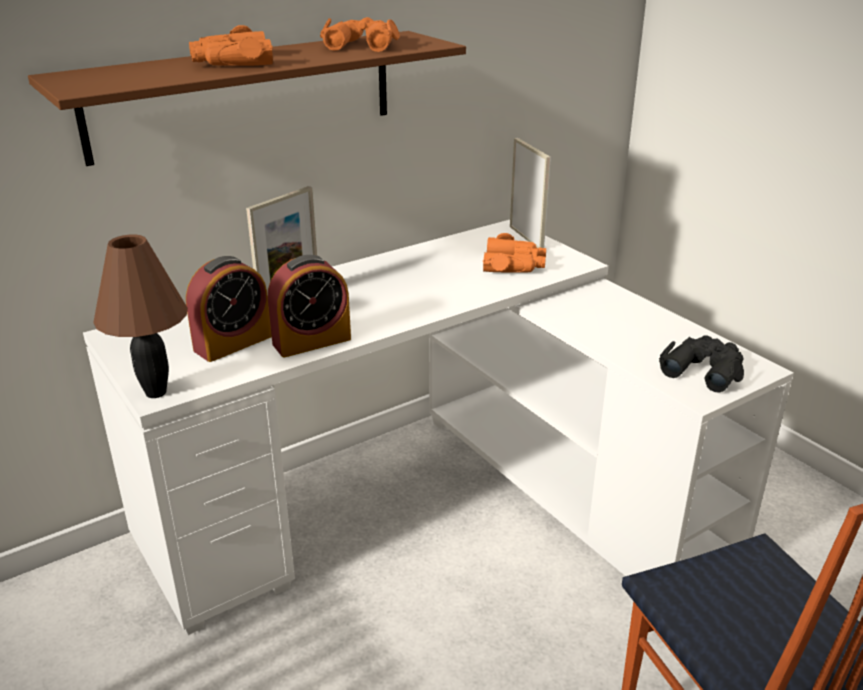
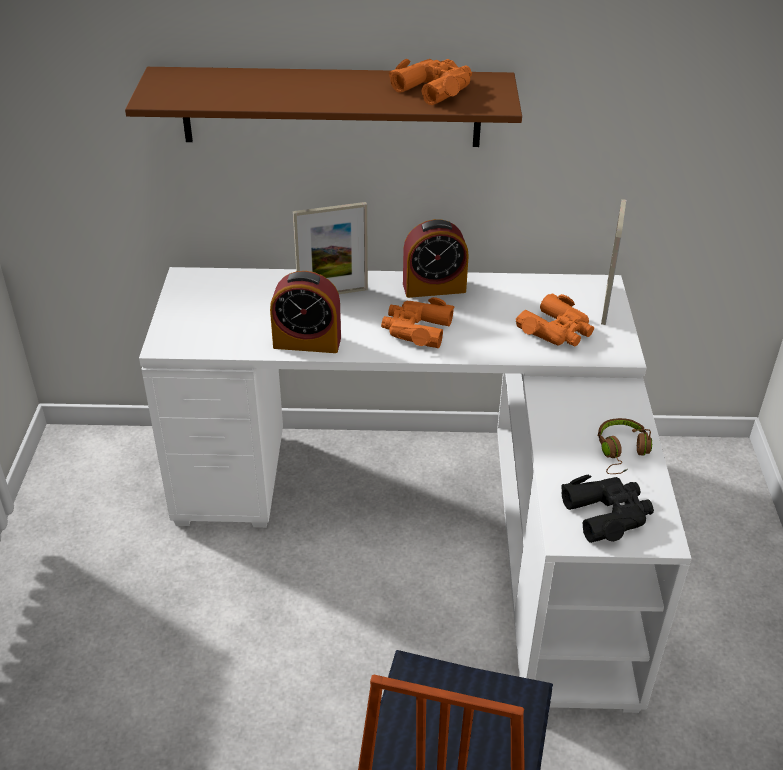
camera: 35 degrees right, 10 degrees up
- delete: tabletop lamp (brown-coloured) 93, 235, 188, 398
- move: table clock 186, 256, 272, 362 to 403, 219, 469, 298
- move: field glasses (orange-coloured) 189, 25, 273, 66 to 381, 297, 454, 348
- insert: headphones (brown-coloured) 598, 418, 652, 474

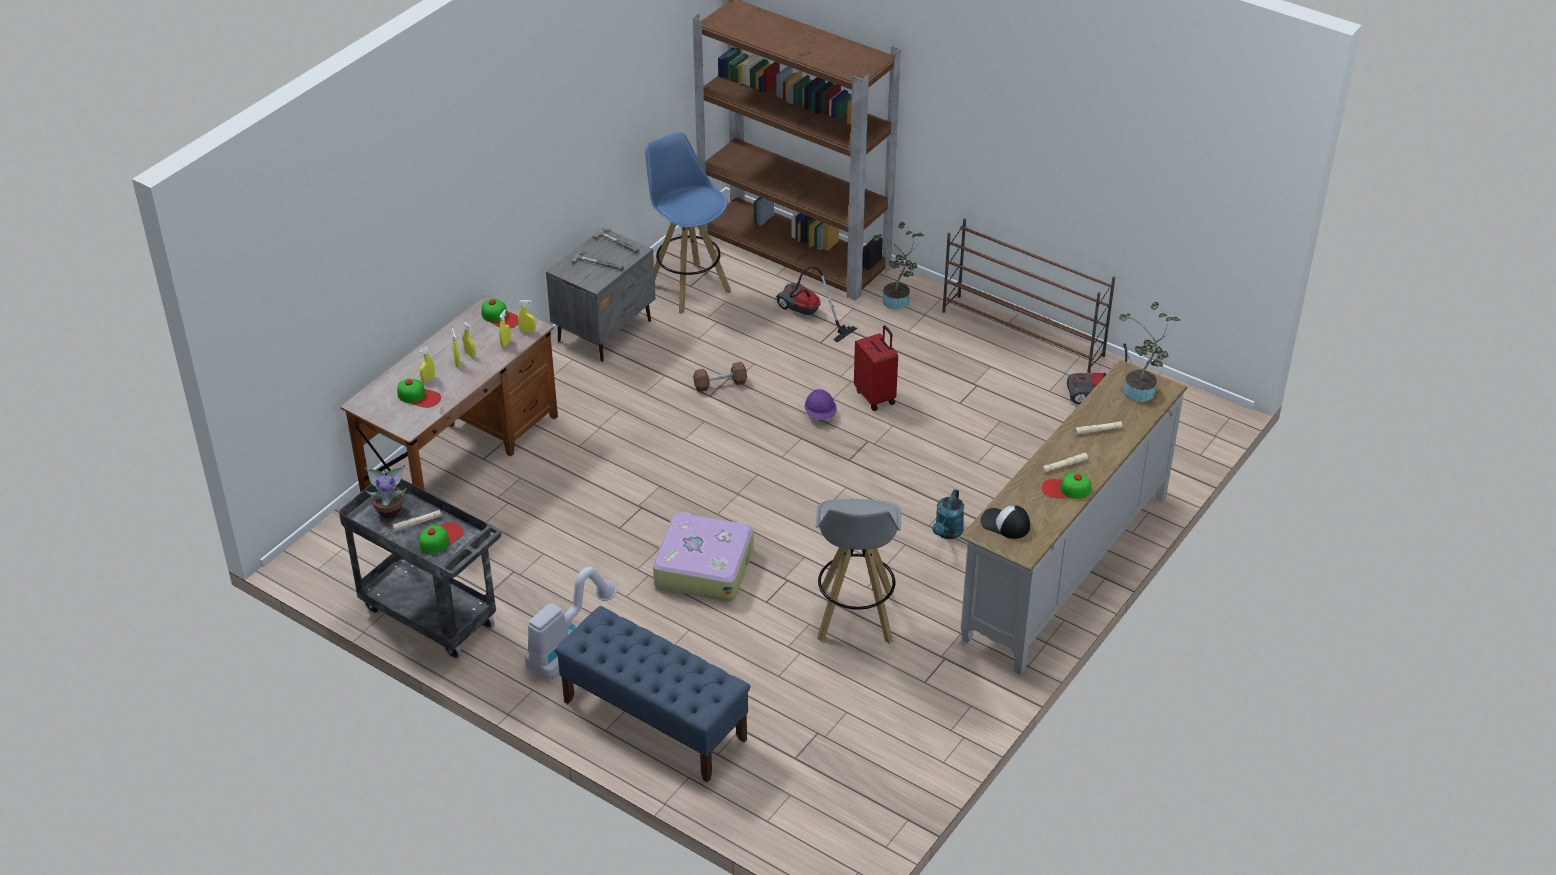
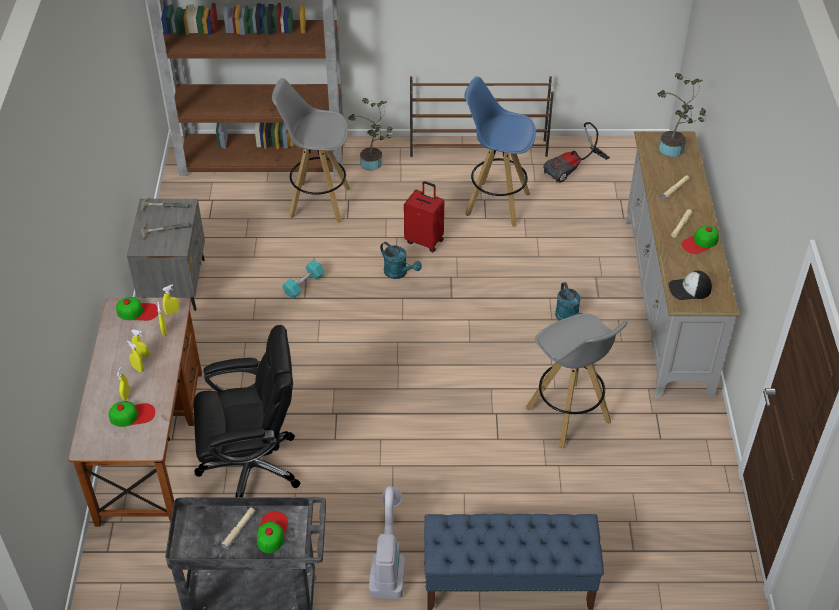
camera: 35 degrees left, 5 degrees up
- delete: potted plant 365, 465, 407, 519
- move: sitting stool (bluish) 645, 132, 731, 314 to 464, 76, 536, 227
- delete: suitcase 653, 512, 753, 601
- recolor: hand weight (brown-coloured) 693, 362, 747, 392 to hand weight (turquoise) 282, 260, 325, 299
- replace: vacuum cleaner 776, 266, 857, 342 to sitting stool (greyish) 272, 78, 350, 223
- replace: hard hat (purplish) 805, 389, 837, 420 to sprinkling can (turquoise) 380, 242, 422, 279
- insert: desk chair (black-coloured) 194, 325, 301, 497

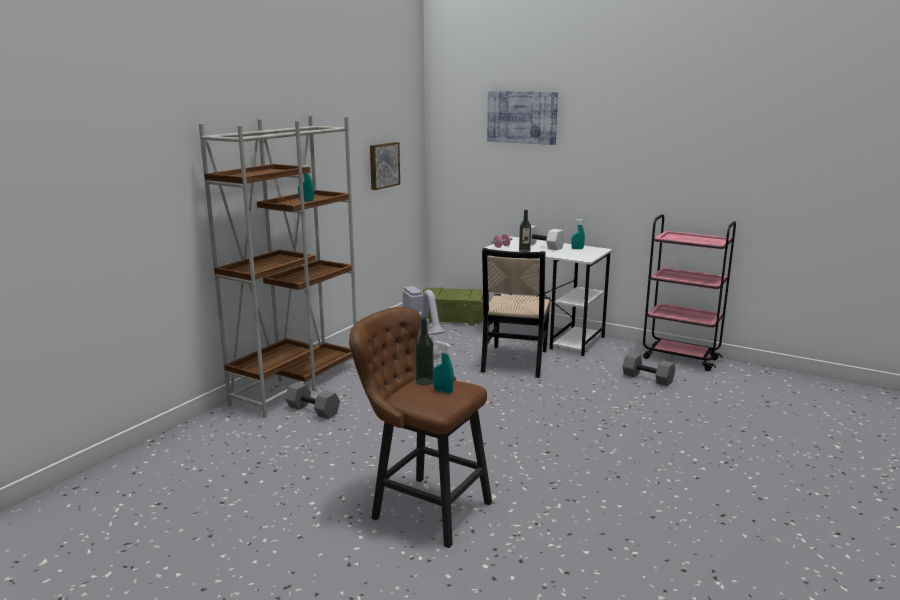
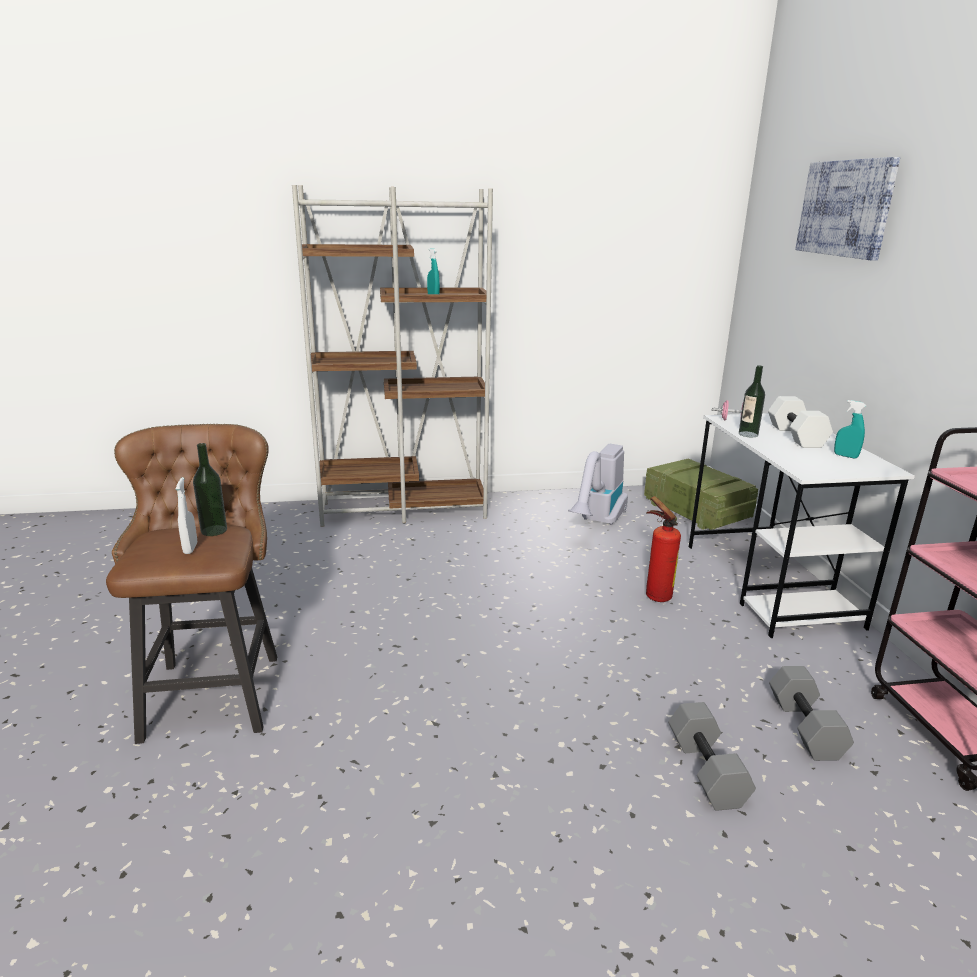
camera: 50 degrees right, 5 degrees up
- move: hand weight (greyish) 285, 382, 340, 419 to 668, 702, 756, 811
- delete: wall art 370, 142, 400, 190
- recolor: sprayer (turquoise) 433, 341, 454, 393 to sprayer (whitish) 176, 477, 197, 554
- replace: chair 481, 248, 550, 378 to fire extinguisher 646, 496, 681, 602

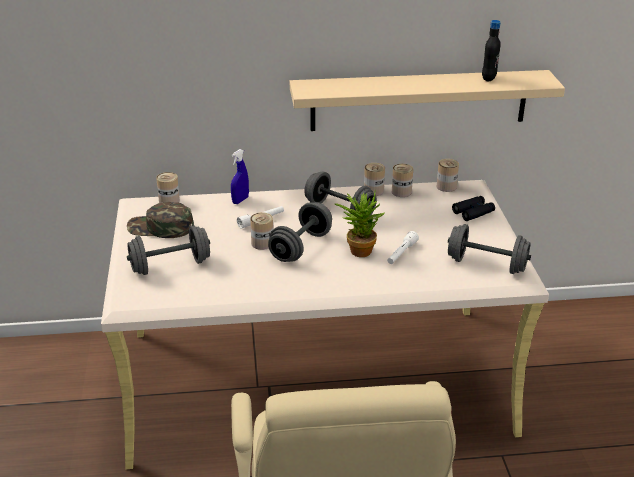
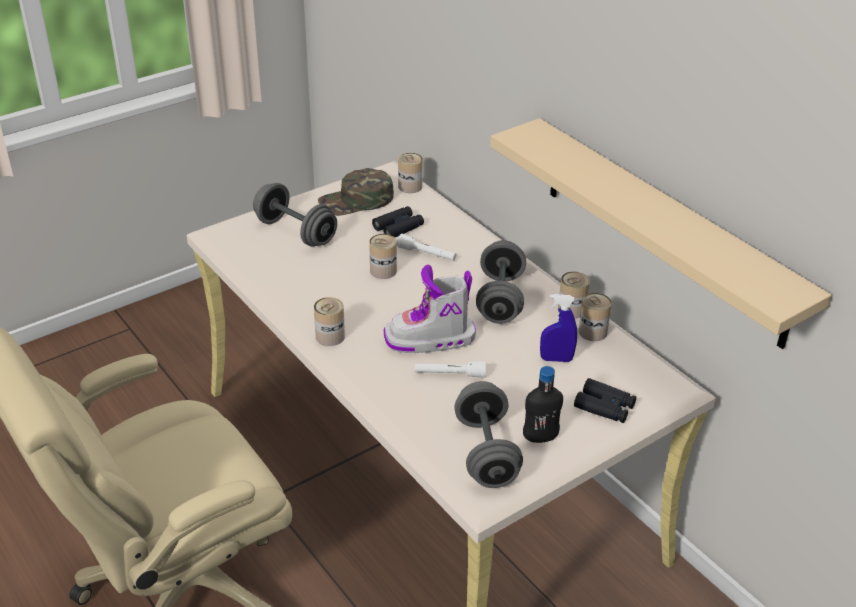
camera: 60 degrees right, 5 degrees up
- rotate: cap (greenish) 127, 202, 194, 238 = 318, 168, 394, 216 90 degrees counterclockwise
- move: sprayer (bluish) 231, 149, 249, 204 to 540, 294, 577, 362
- delete: hand weight (greyish) 268, 202, 332, 262
- replace: potted plant 335, 189, 385, 257 to high-top boot 384, 265, 476, 353
- move: can 437, 159, 459, 192 to 314, 297, 345, 346
- move: beverage bottle (black-coloured) 482, 20, 501, 82 to 523, 366, 563, 443
- insert: field glasses (black-coloured) 372, 206, 424, 237

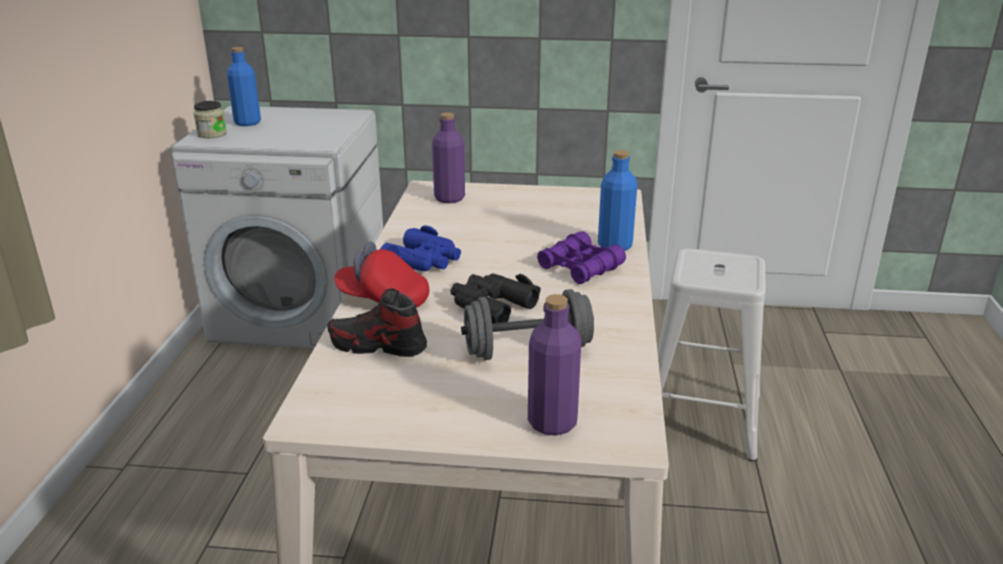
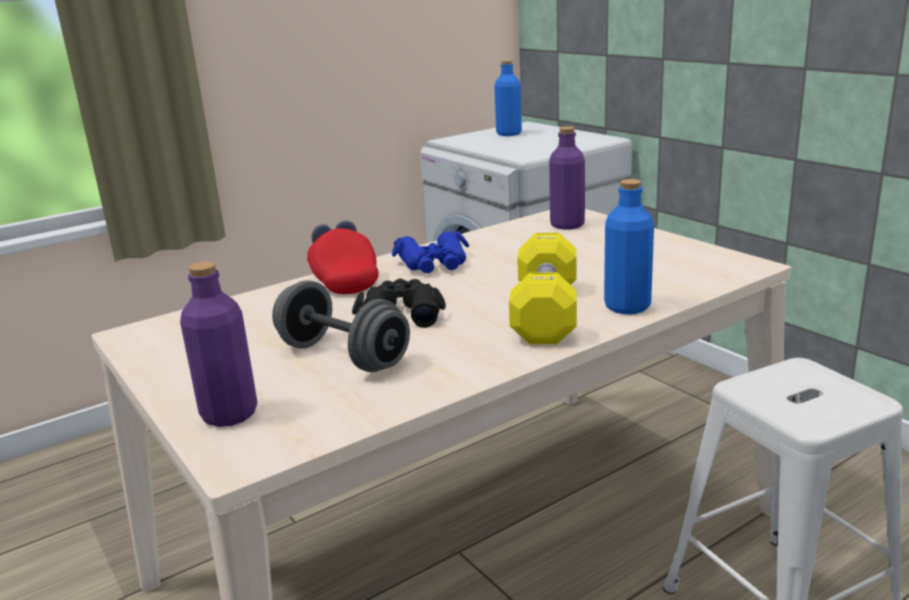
camera: 50 degrees right, 5 degrees down
- delete: preserve jar 193, 101, 227, 138
- delete: low shoe 327, 288, 427, 357
- replace: field glasses (purplish) 537, 231, 626, 284 to hand weight (yellow-coloured) 509, 233, 577, 344

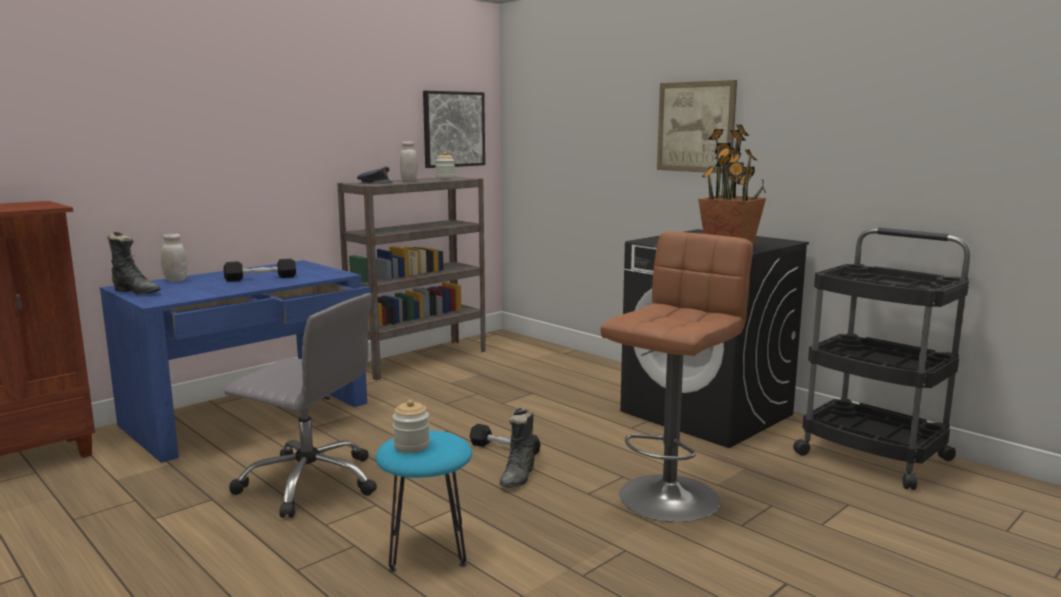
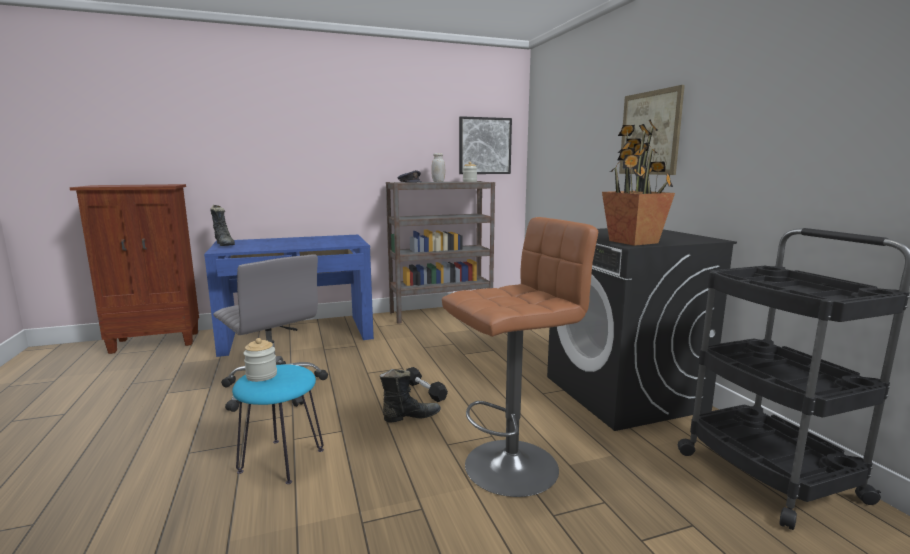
camera: 25 degrees right, 0 degrees up
- delete: preserve jar (whitish) 161, 233, 187, 282
- delete: hand weight (black-coloured) 223, 259, 296, 281
- rotate: high-top boot (black-coloured) 499, 407, 535, 488 = 380, 369, 441, 422 150 degrees counterclockwise

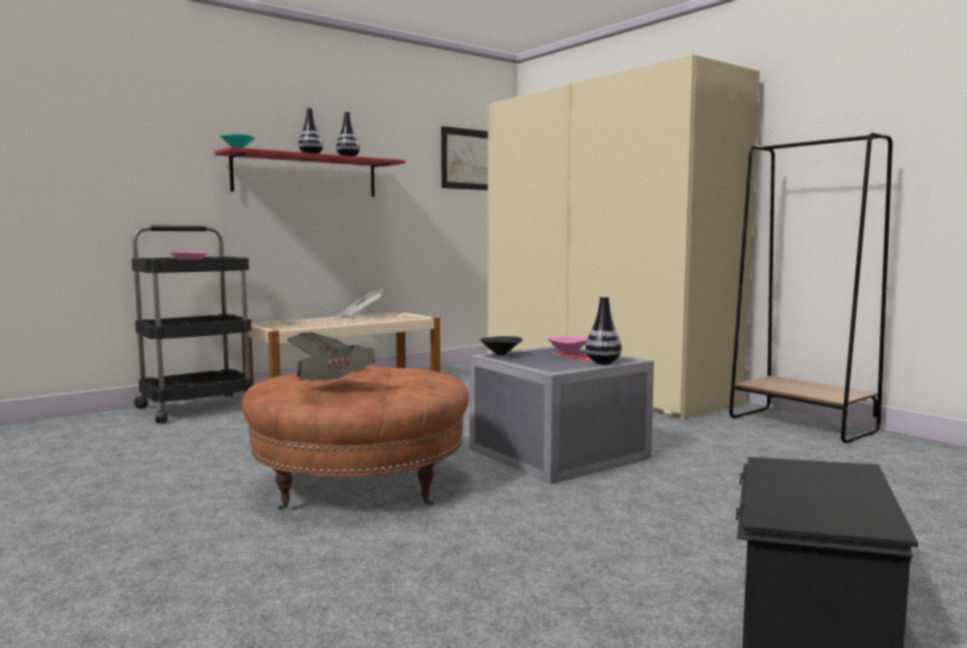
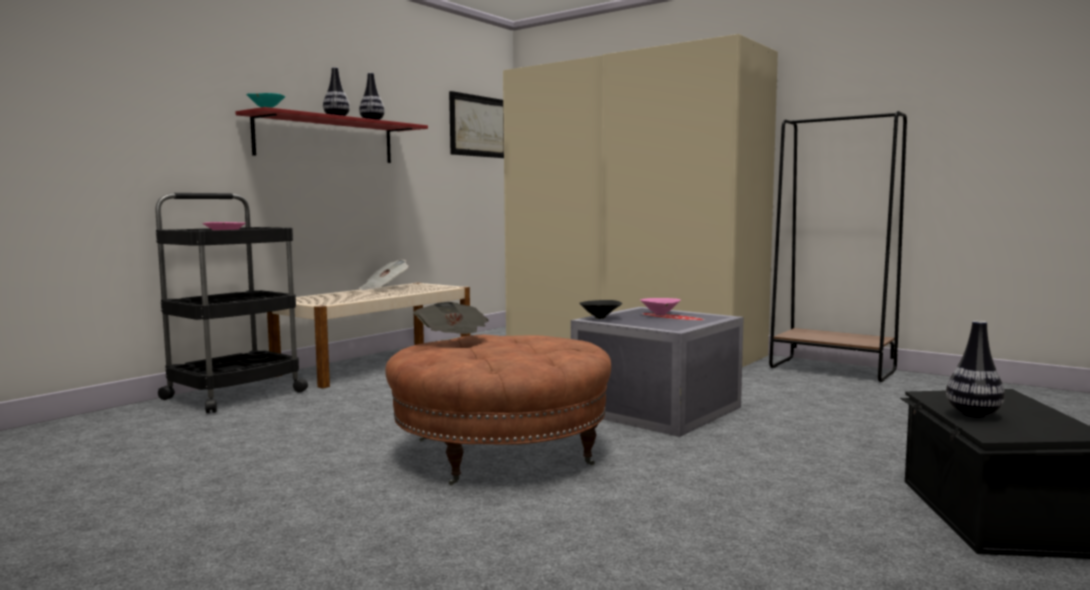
camera: 15 degrees left, 0 degrees up
- delete: newspaper 296, 345, 375, 381
- move: decorative vase 585, 296, 622, 364 to 946, 321, 1005, 417

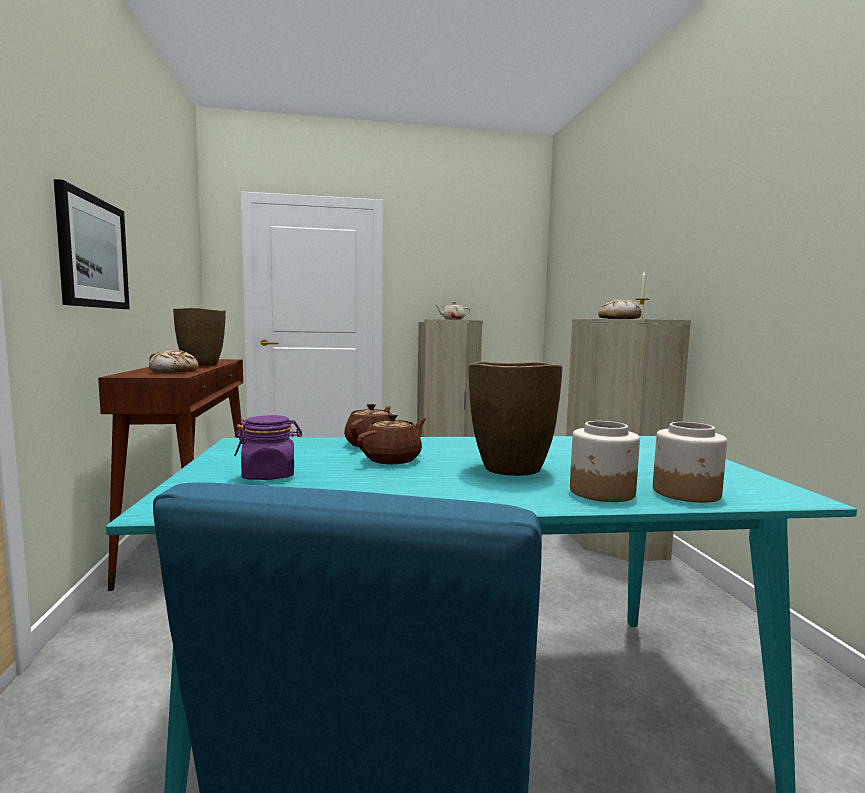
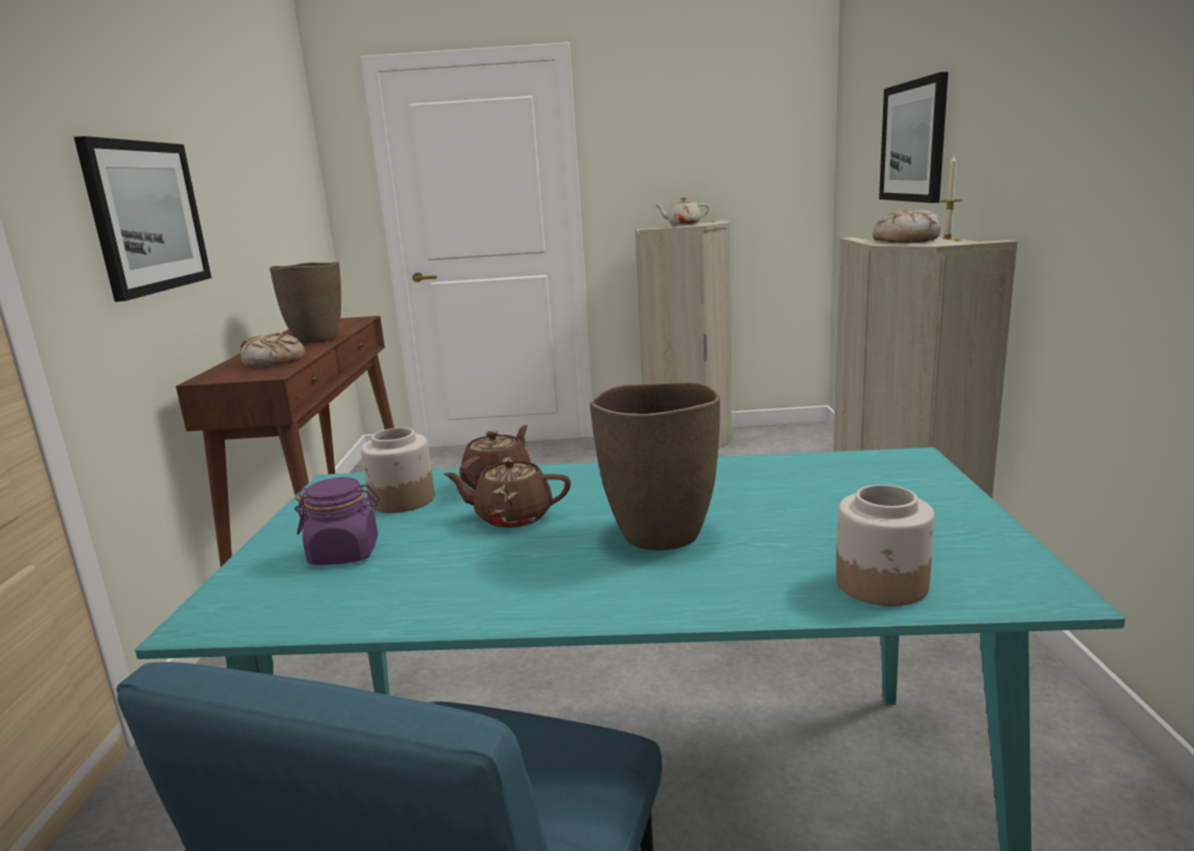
camera: 10 degrees right, 10 degrees up
- rotate: pot for tea (brown-coloured) 357, 414, 427, 464 = 443, 457, 571, 528 135 degrees counterclockwise
- move: preserve jar 570, 421, 640, 502 to 361, 428, 435, 513
- insert: wall art 879, 72, 948, 203

